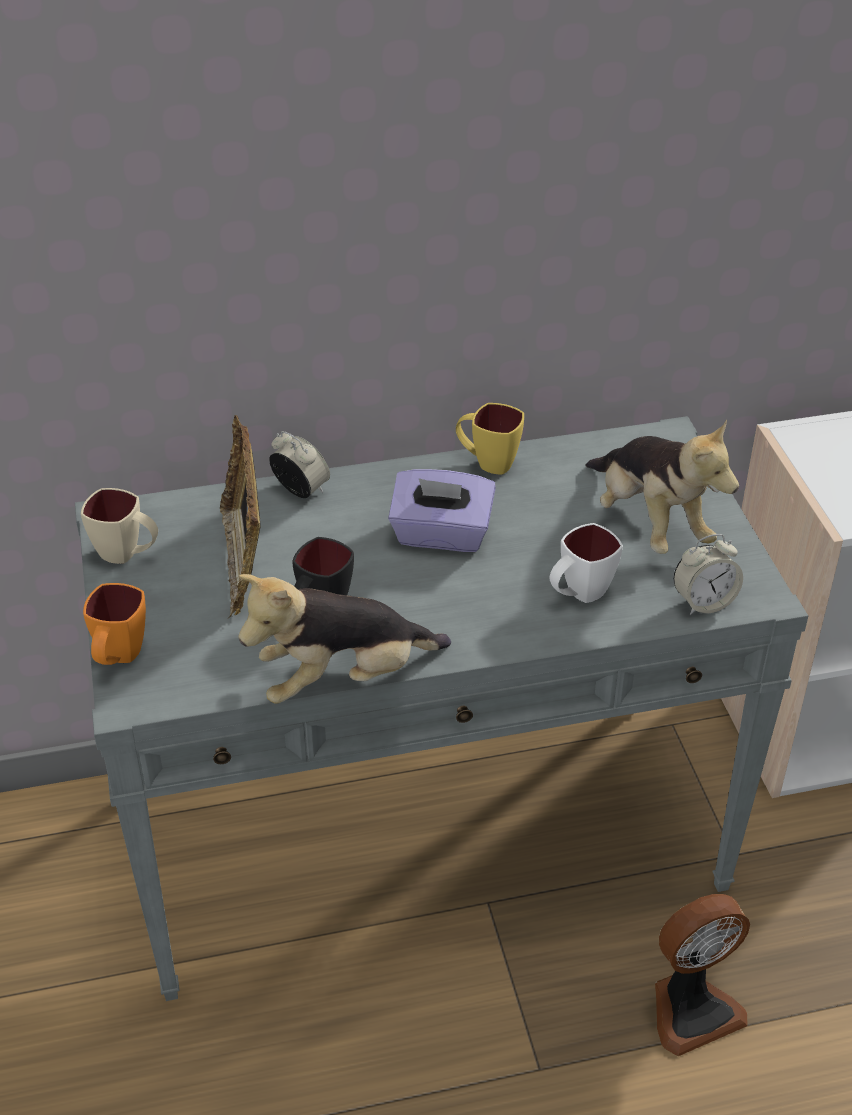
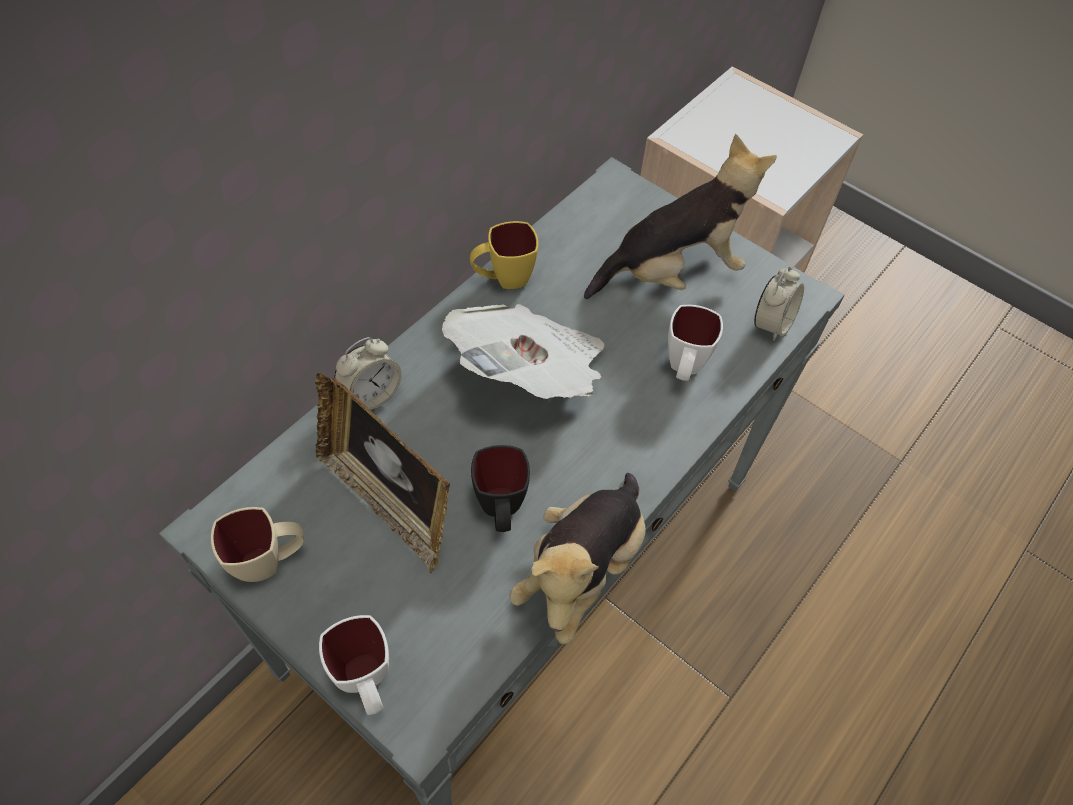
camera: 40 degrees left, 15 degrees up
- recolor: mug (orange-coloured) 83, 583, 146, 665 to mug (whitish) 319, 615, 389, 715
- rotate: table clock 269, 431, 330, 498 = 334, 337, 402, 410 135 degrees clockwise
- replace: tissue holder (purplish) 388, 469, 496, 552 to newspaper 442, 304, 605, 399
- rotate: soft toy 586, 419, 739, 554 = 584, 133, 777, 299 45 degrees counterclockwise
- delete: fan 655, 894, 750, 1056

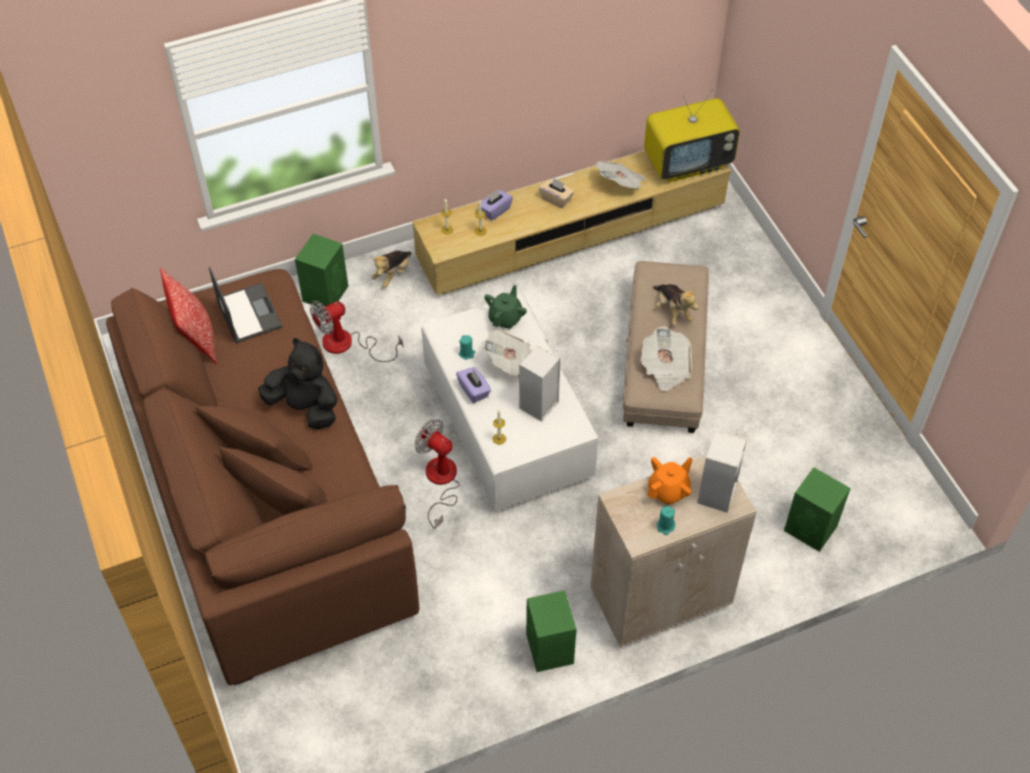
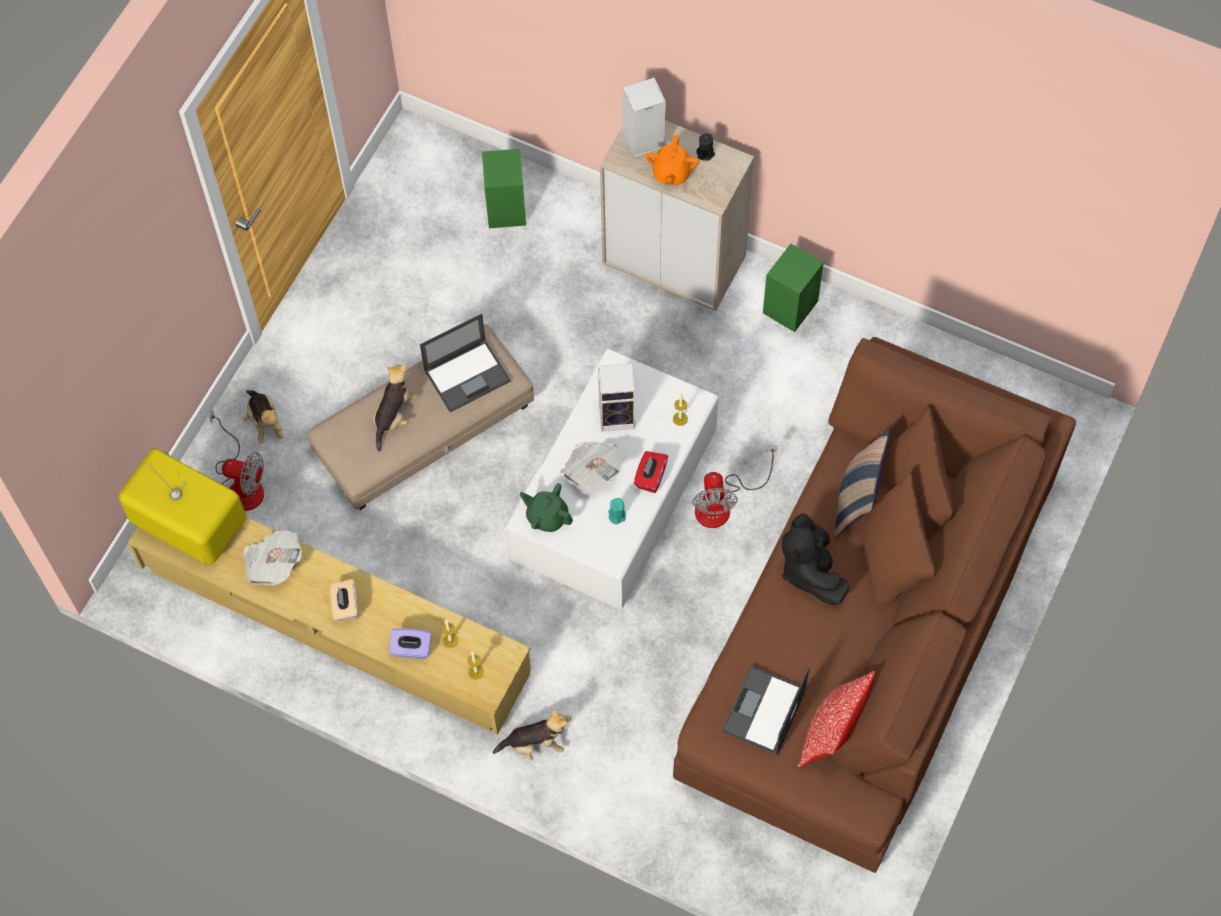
camera: 130 degrees left, 10 degrees up
- delete: speaker (greenish) 295, 234, 348, 307
- move: fan 310, 301, 404, 362 to 209, 410, 264, 511
- recolor: tissue holder (purplish) 456, 367, 491, 403 to tissue holder (red-coloured) 634, 451, 668, 493
- rotate: pot for tea (greenish) 484, 285, 527, 329 = 519, 483, 573, 532 45 degrees clockwise
- replace: newspaper 640, 326, 692, 392 to notebook computer 420, 314, 511, 412
- rotate: pot for tea (orange-coloured) 647, 457, 693, 505 = 645, 135, 699, 185 90 degrees counterclockwise
- recolor: wax light (turquoise) 657, 506, 675, 535 to wax light (black-coloured) 697, 133, 715, 161
- insert: soft toy 243, 390, 283, 443
- insert: throw pillow 834, 429, 889, 538

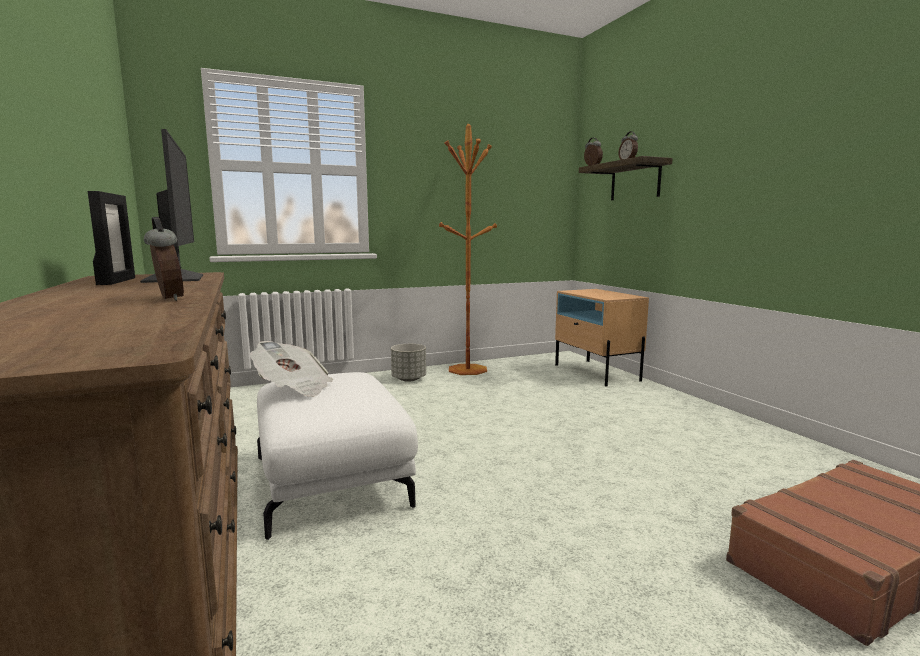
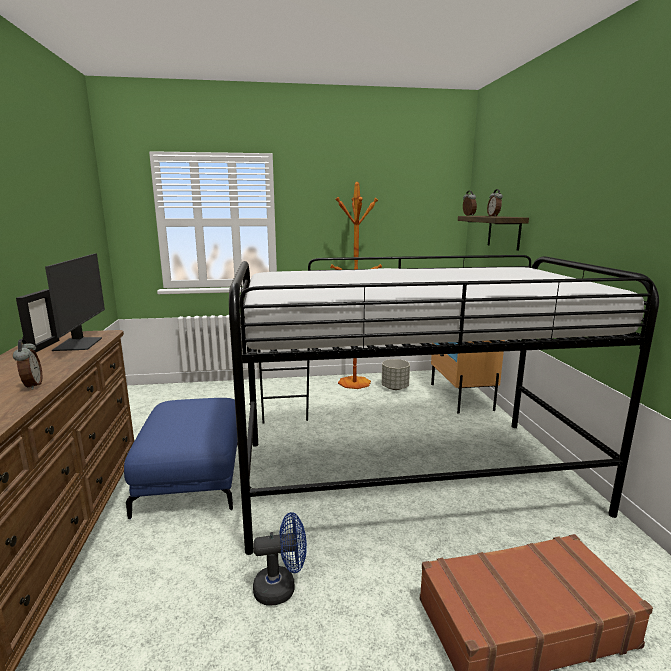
camera: 15 degrees right, 5 degrees up
- delete: newspaper 249, 341, 333, 397
- recolor: pouffe (whitish) 257, 372, 418, 540 to pouffe (bluish) 124, 398, 238, 519
- move: planter (greyish) 391, 344, 426, 382 to 382, 359, 410, 390
- insert: bedroom bed (black-coloured) 229, 255, 659, 555
- insert: fan (bluish) 253, 512, 307, 606

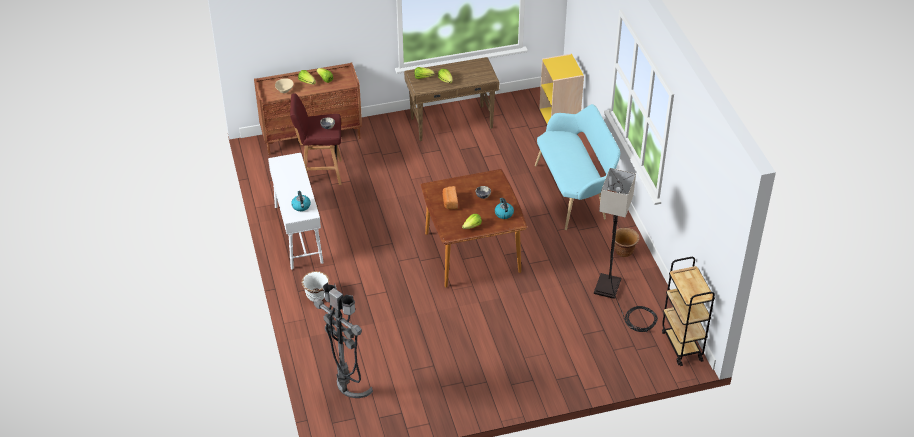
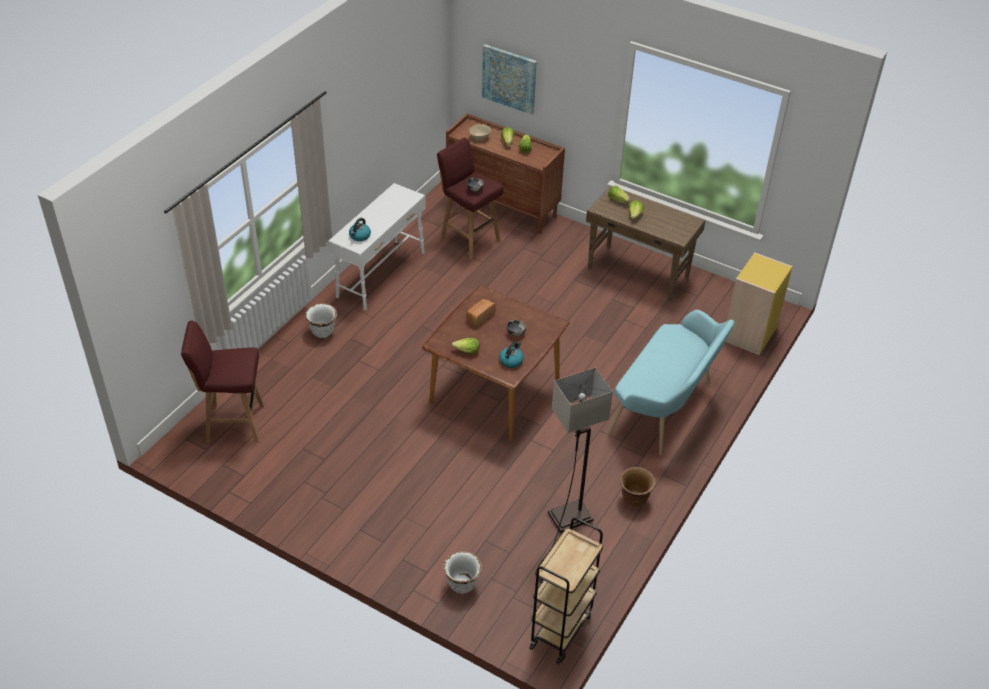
camera: 45 degrees right, 0 degrees up
- replace: floor lamp (greyish) 313, 282, 373, 398 to sitting stool (red-coloured) 181, 321, 264, 443
- insert: planter (whitish) 443, 551, 482, 594
- insert: wall art 482, 44, 537, 114

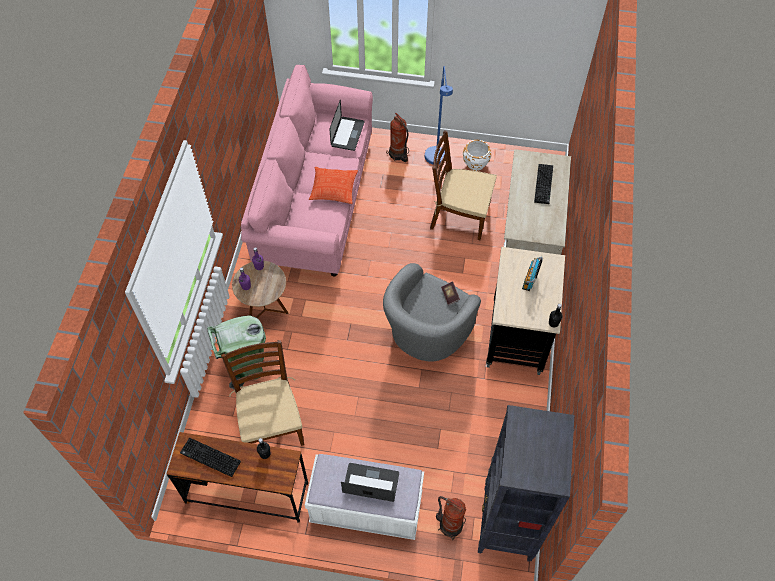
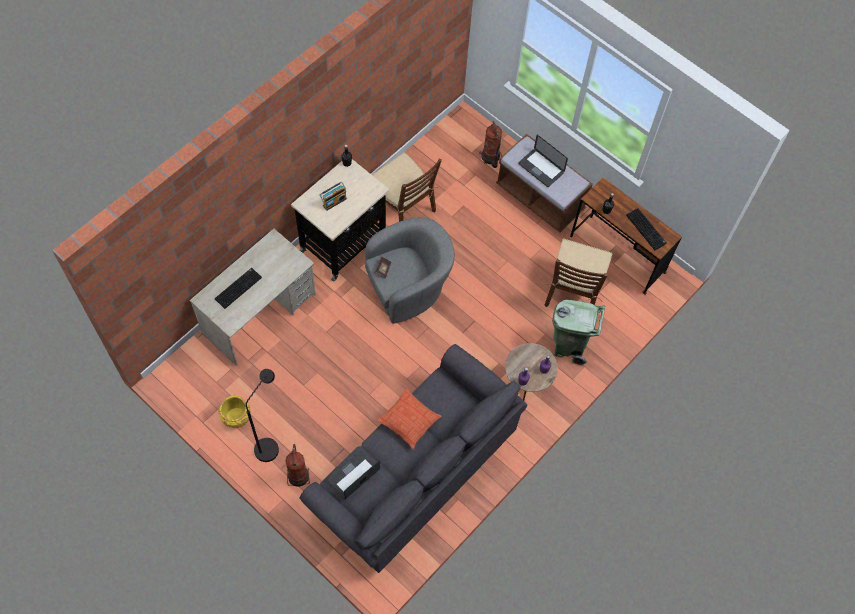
camera: 150 degrees left, 5 degrees up
- recolor: settee (pinkish) 241, 65, 373, 277 to settee (greyish) 299, 344, 527, 573
- recolor: bench (whitish) 305, 454, 424, 540 to bench (brown-coloured) 496, 134, 593, 232
- recolor: floor lamp (bluish) 425, 66, 453, 164 to floor lamp (black-coloured) 245, 369, 279, 462
- move: chair (brown-coloured) 430, 130, 497, 240 to 372, 152, 442, 222
- recolor: planter (whitish) 463, 140, 491, 171 to planter (yellow-coloured) 219, 396, 250, 428
- delete: shelving unit (black-coloured) 478, 405, 575, 562

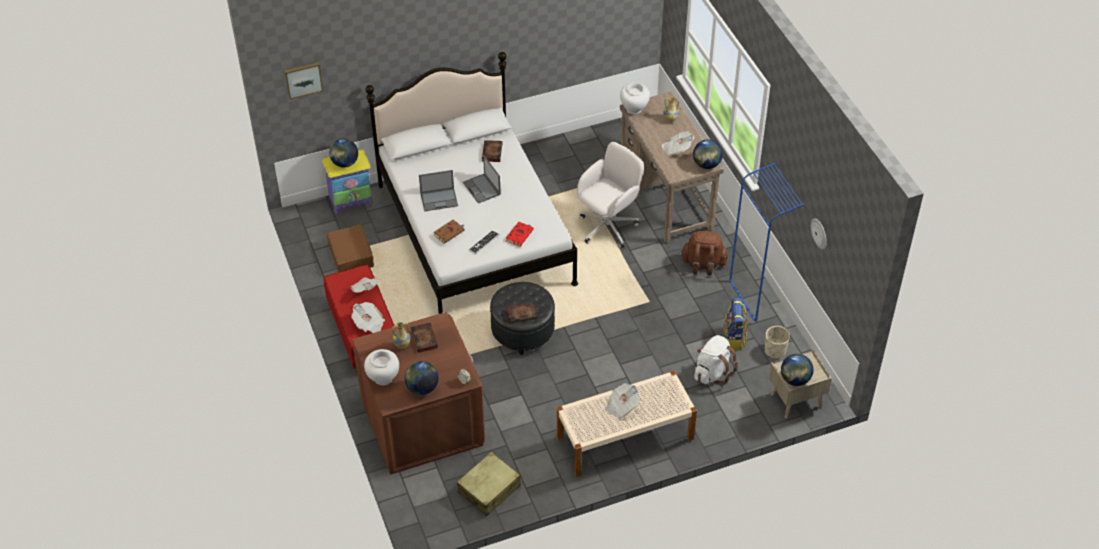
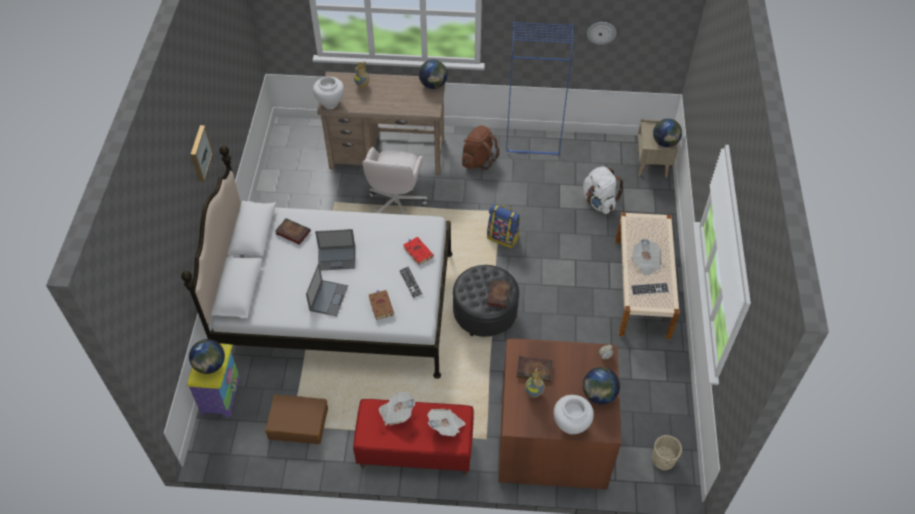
camera: 65 degrees left, 5 degrees up
- move: wall art 284, 62, 323, 99 to 191, 125, 213, 182
- delete: suitcase (beige-coloured) 457, 452, 521, 516
- rotate: desk chair (whitish) 577, 142, 644, 248 = 362, 147, 427, 215 150 degrees counterclockwise
- delete: newspaper 662, 131, 694, 156
- move: rucksack 724, 298, 747, 350 to 487, 204, 520, 248
- move: planter (beige-coloured) 765, 326, 790, 359 to 652, 435, 682, 471
- insert: computer keyboard 631, 283, 669, 295

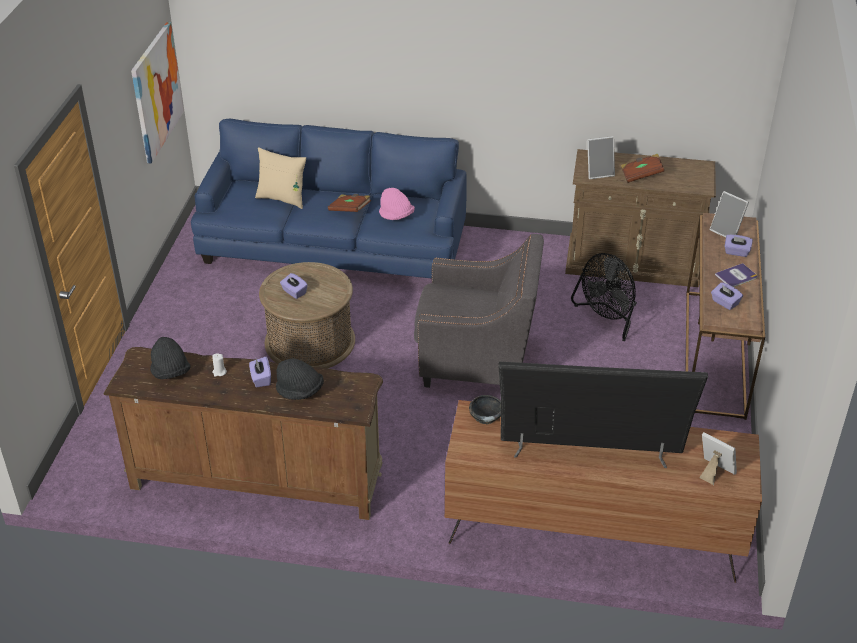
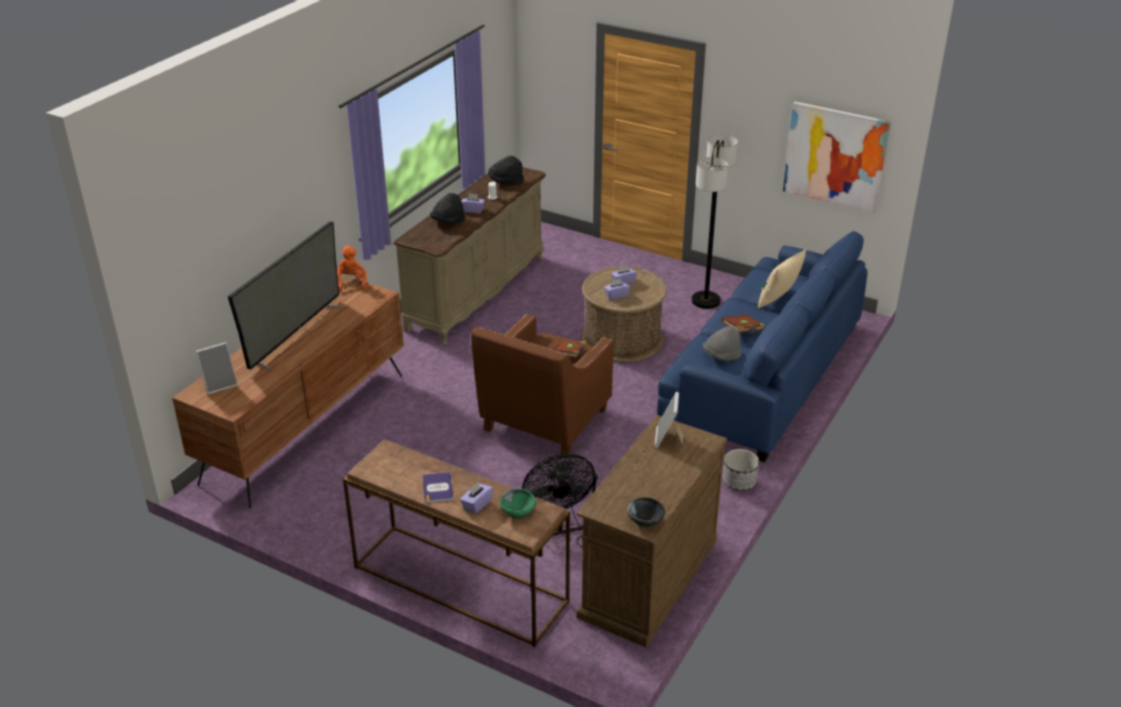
camera: 110 degrees right, 5 degrees down
- recolor: hat (pinkish) 379, 188, 415, 220 to hat (greyish) 703, 326, 741, 361
- recolor: lounge chair (greyish) 414, 234, 544, 388 to lounge chair (brown-coloured) 471, 314, 614, 456
- move: deep dish (black-coloured) 469, 395, 501, 424 to 627, 497, 665, 528
- move: bound book (brown-coloured) 621, 154, 664, 183 to 552, 338, 586, 359
- replace: picture frame 709, 191, 749, 238 to deep dish (greenish) 500, 489, 536, 519
- move: tissue holder (purplish) 711, 282, 743, 310 to 604, 278, 630, 300
- insert: soft toy (orange-coloured) 337, 246, 367, 291
- insert: floor lamp 692, 134, 738, 309
- insert: planter 723, 449, 759, 491

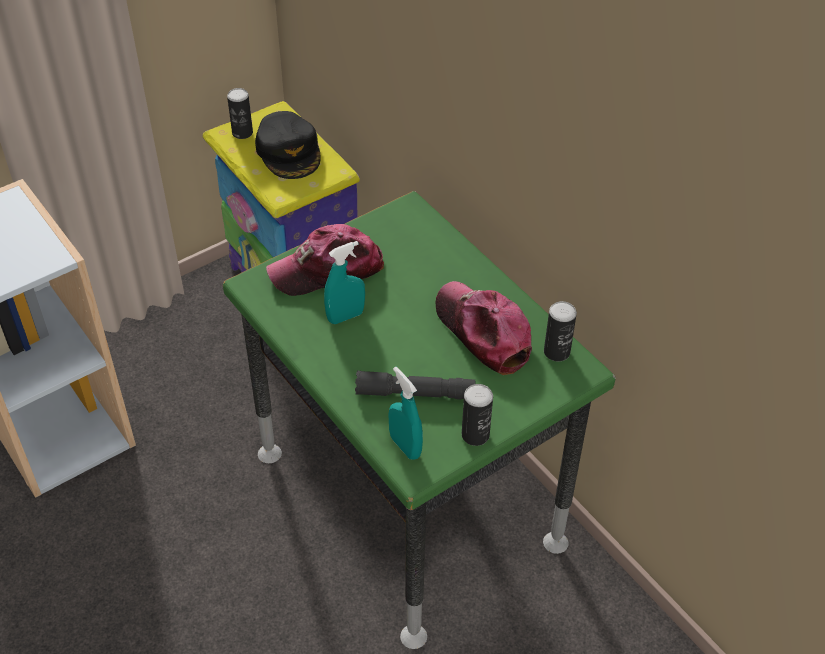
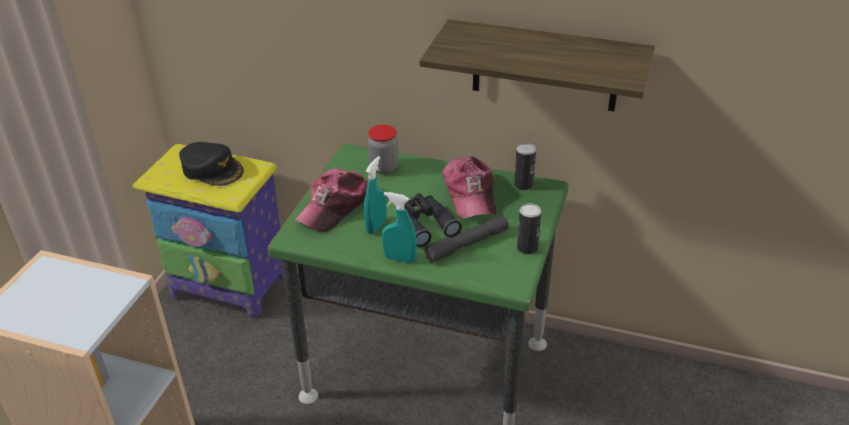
camera: 35 degrees left, 10 degrees down
- delete: can 227, 88, 253, 139
- move: sprayer (turquoise) 388, 367, 423, 460 to 382, 192, 417, 263
- rotate: cap 436, 281, 532, 375 = 442, 156, 497, 218 120 degrees counterclockwise
- insert: preserve jar 368, 125, 399, 174
- insert: field glasses (black-coloured) 404, 193, 462, 247
- insert: bracket shelf 420, 19, 655, 111

